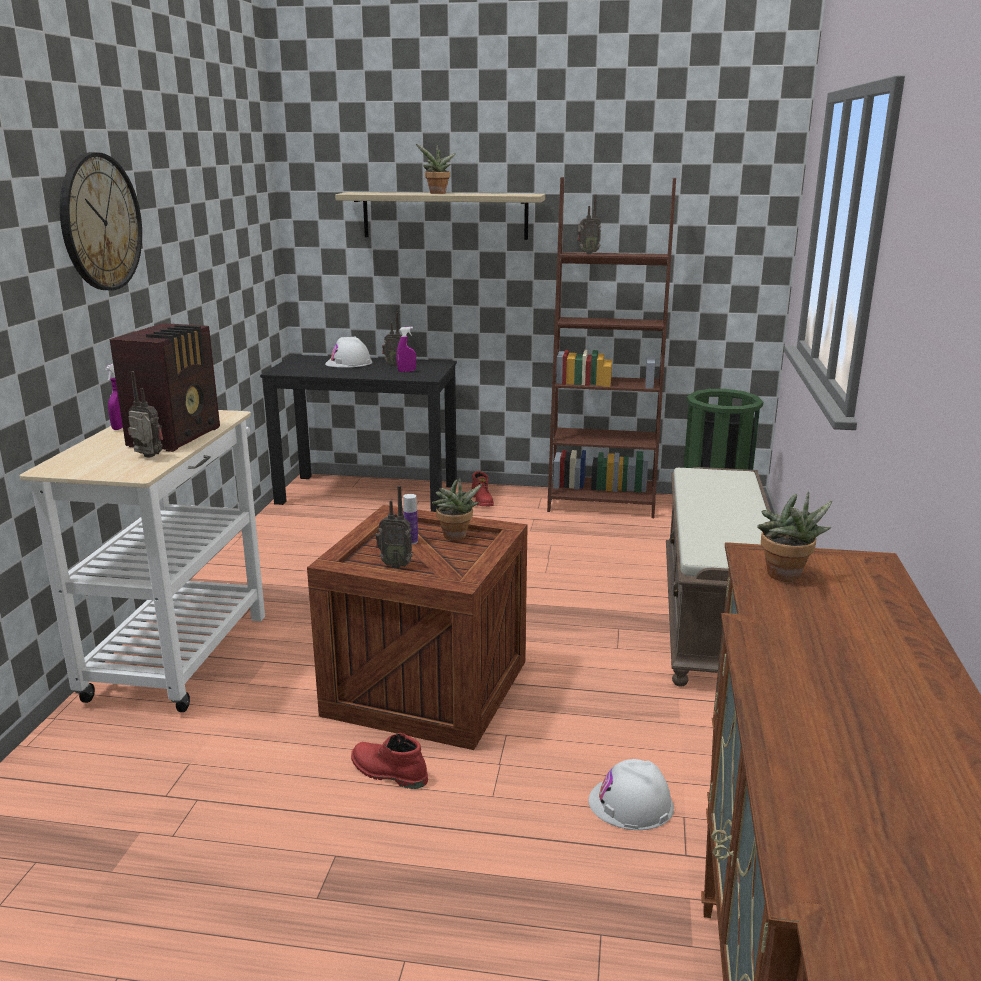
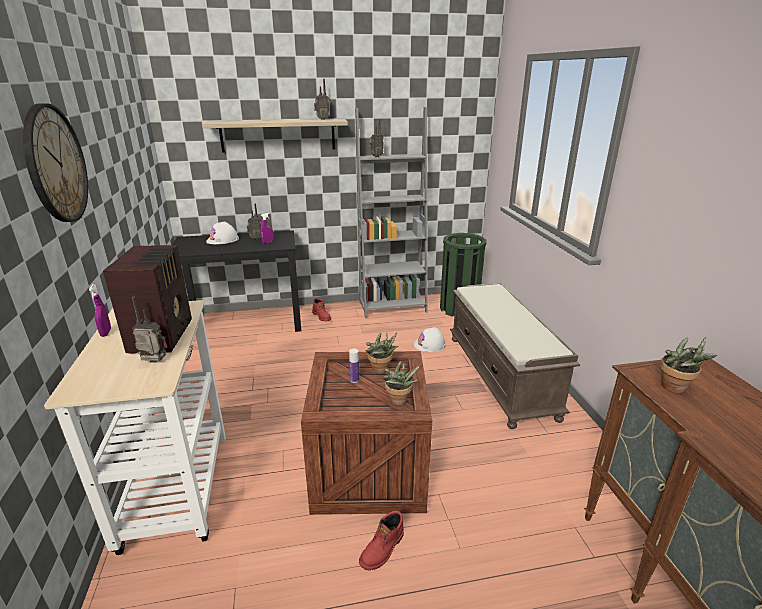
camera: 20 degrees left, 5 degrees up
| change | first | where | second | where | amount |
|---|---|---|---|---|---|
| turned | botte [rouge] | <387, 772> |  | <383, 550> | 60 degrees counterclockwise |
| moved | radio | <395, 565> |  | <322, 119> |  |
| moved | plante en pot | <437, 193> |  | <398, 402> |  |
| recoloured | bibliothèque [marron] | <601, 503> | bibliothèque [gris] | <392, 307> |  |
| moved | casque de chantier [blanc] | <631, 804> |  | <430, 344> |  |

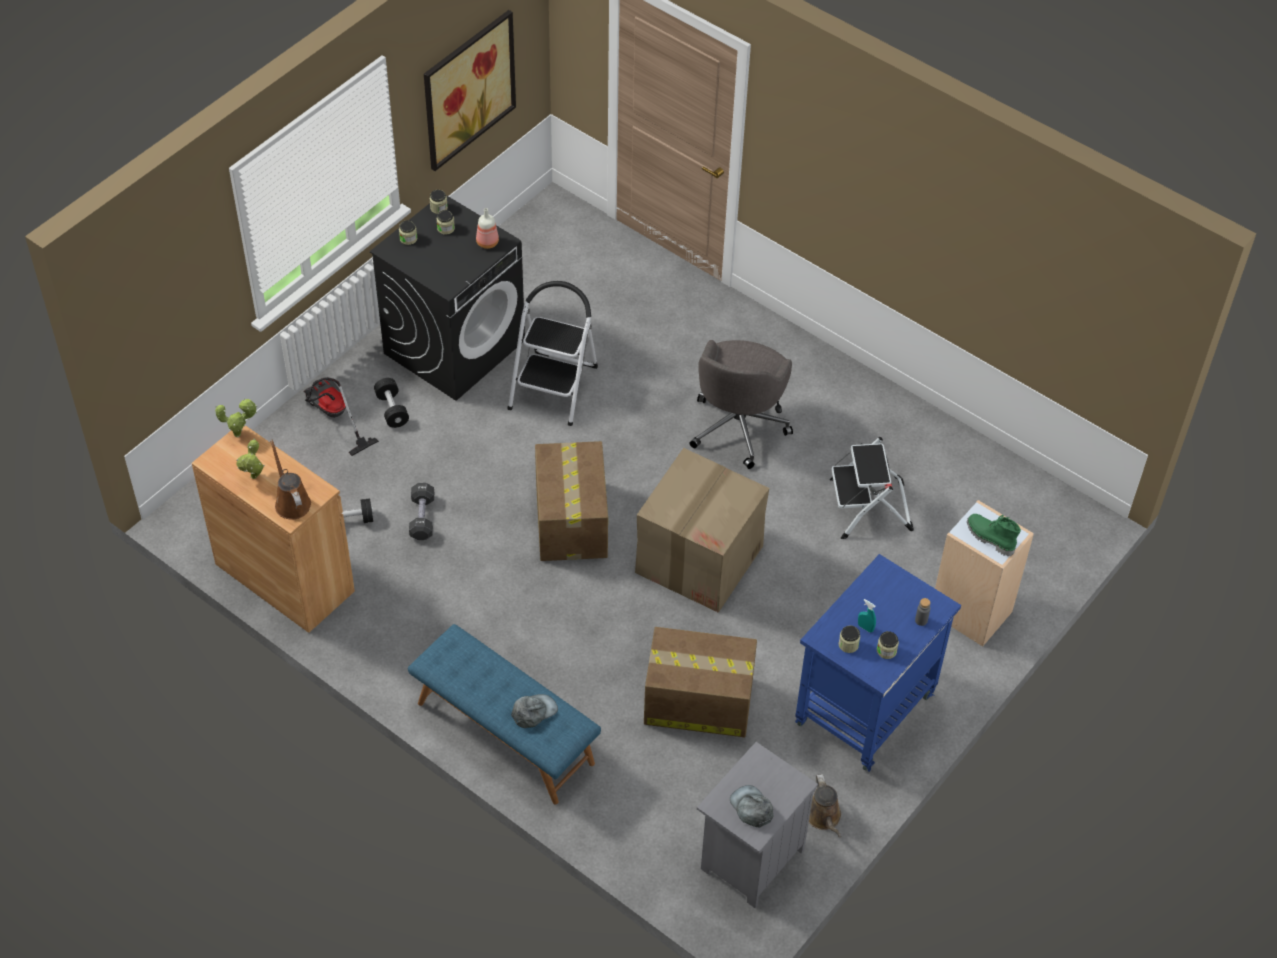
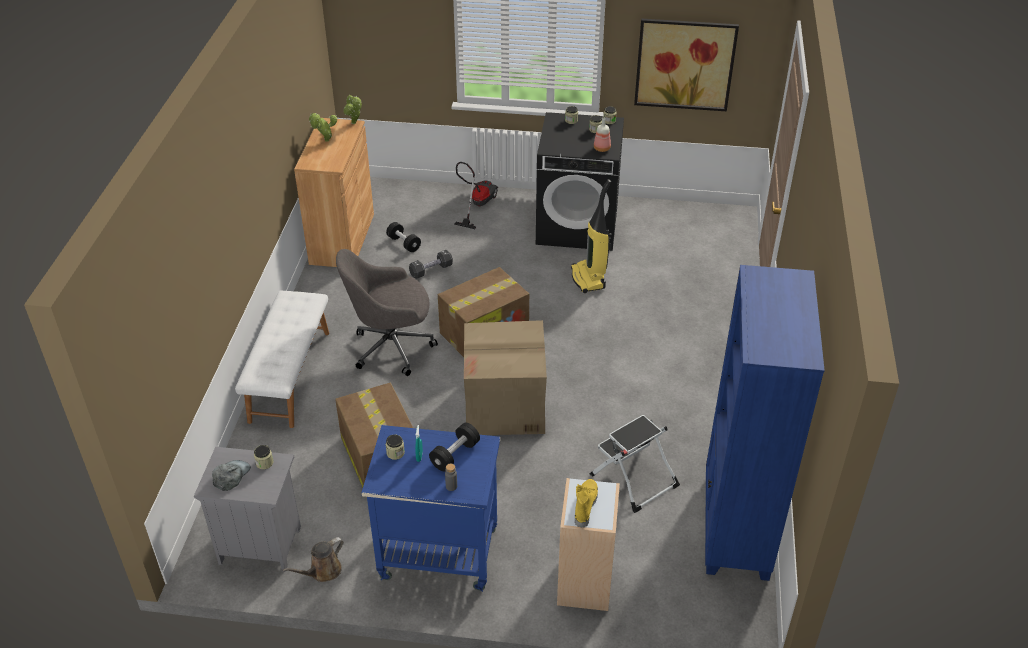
camera: 60 degrees right, 10 degrees down
| change | first | where | second | where | amount |
|---|---|---|---|---|---|
| removed | arrosoir [marron] | <291, 502> |  |  |  |
| moved | haltère [noir] | <392, 410> |  | <455, 454> |  |
| recoloured | banc [bleu] | <504, 733> | banc [blanc] | <289, 376> |  |
| replaced | escabeau | <555, 386> | aspirateur | <589, 278> |  |
| removed | casquette [gris] | <534, 711> |  |  |  |
| moved | chaise de bureau [gris] | <738, 429> |  | <391, 348> |  |
| moved | bocal | <886, 650> |  | <264, 463> |  |
| recoloured | botte [vert] | <989, 538> | botte [jaune] | <584, 506> |  |
| added |  |  | bibliothèque [bleu] | <735, 527> |  |

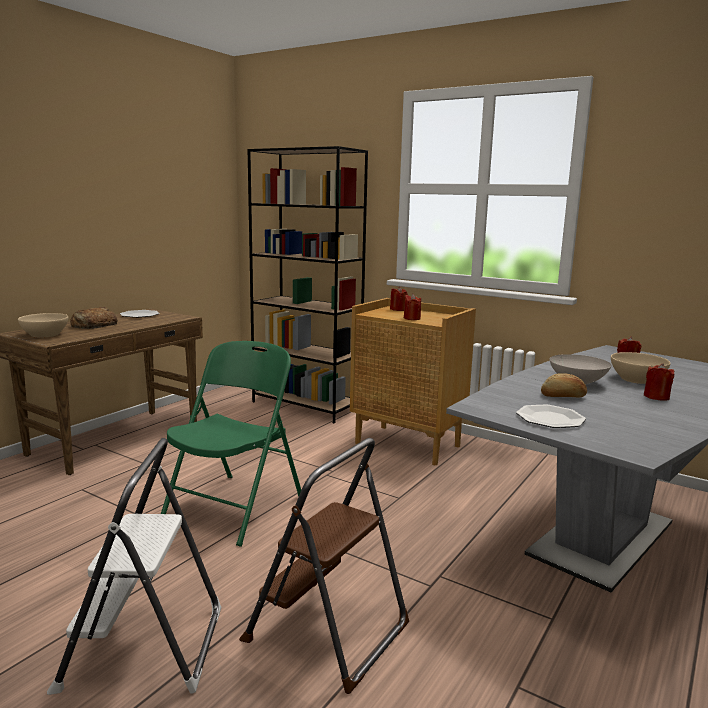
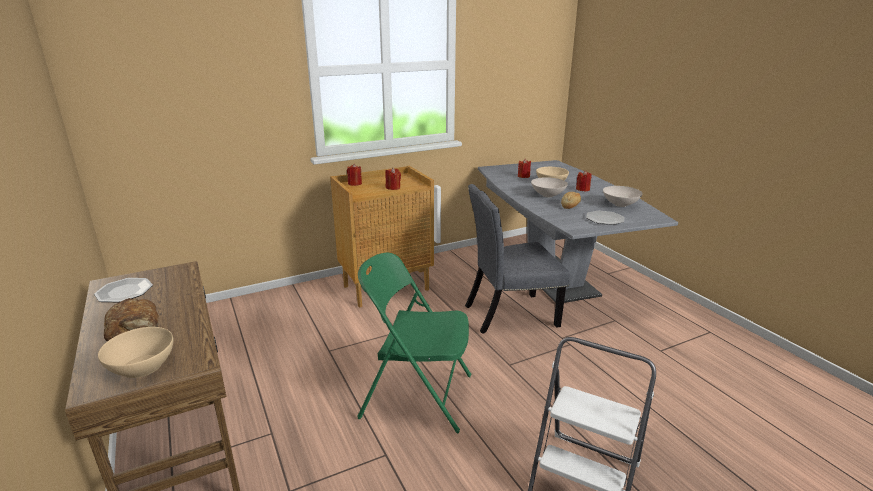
camera: 60 degrees left, 10 degrees up
| change | first | where | second | where | amount |
|---|---|---|---|---|---|
| turned | chaise [vert] | <234, 508> |  | <417, 395> | 45 degrees counterclockwise |
| removed | escabeau [marron] | <331, 634> |  |  |  |
| removed | bibliothèque [beige] | <306, 406> |  |  |  |
| added |  |  | chaise [gris] | <512, 314> |  |
| added |  |  | bol [blanc] | <620, 205> |  |

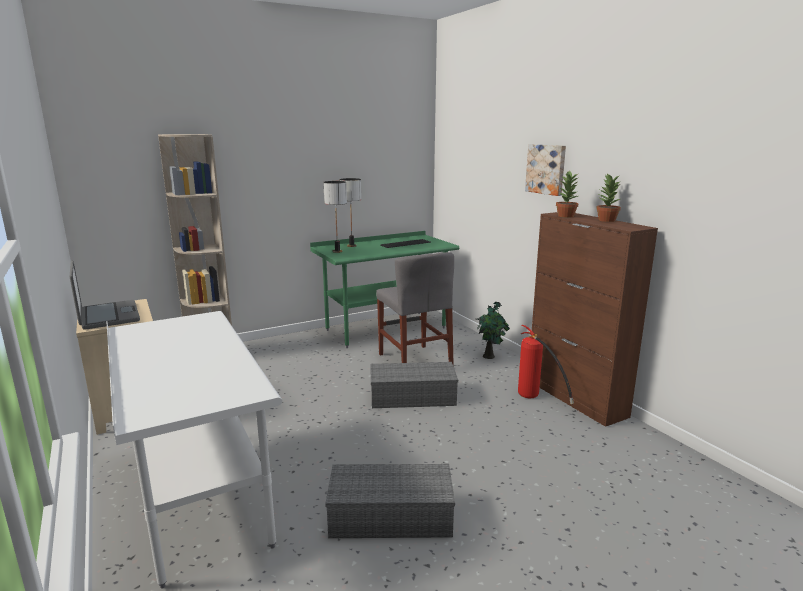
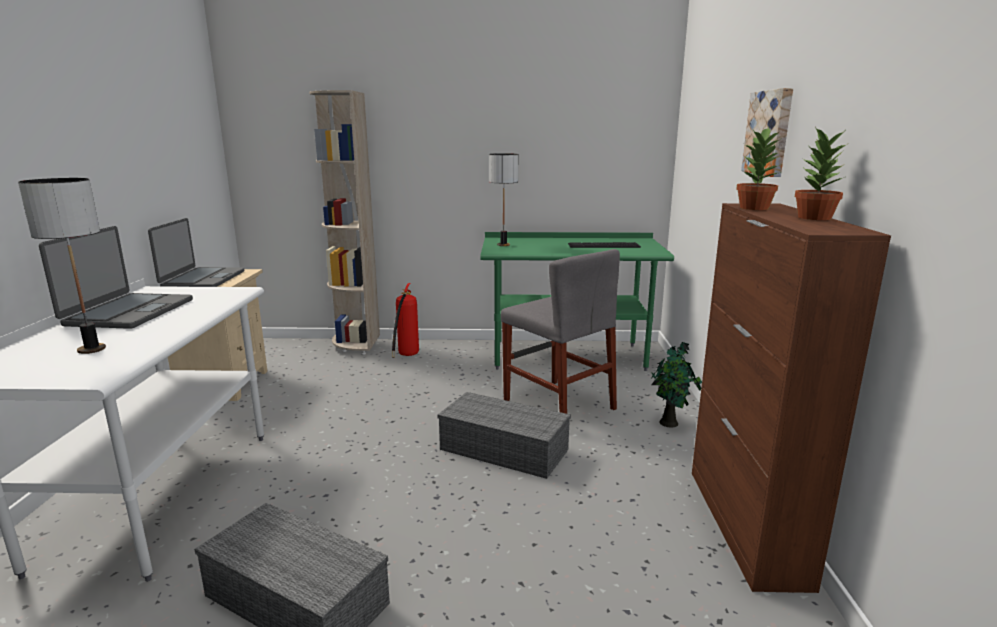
camera: 30 degrees right, 0 degrees up
| change | first | where | second | where | amount |
|---|---|---|---|---|---|
| moved | lampe de table | <352, 246> |  | <92, 349> |  |
| turned | chaise [gris] | <414, 361> |  | <558, 404> | 45 degrees counterclockwise |
| moved | extincteur | <535, 399> |  | <405, 357> |  |
| added |  |  | ordinateur portable | <129, 312> |  |

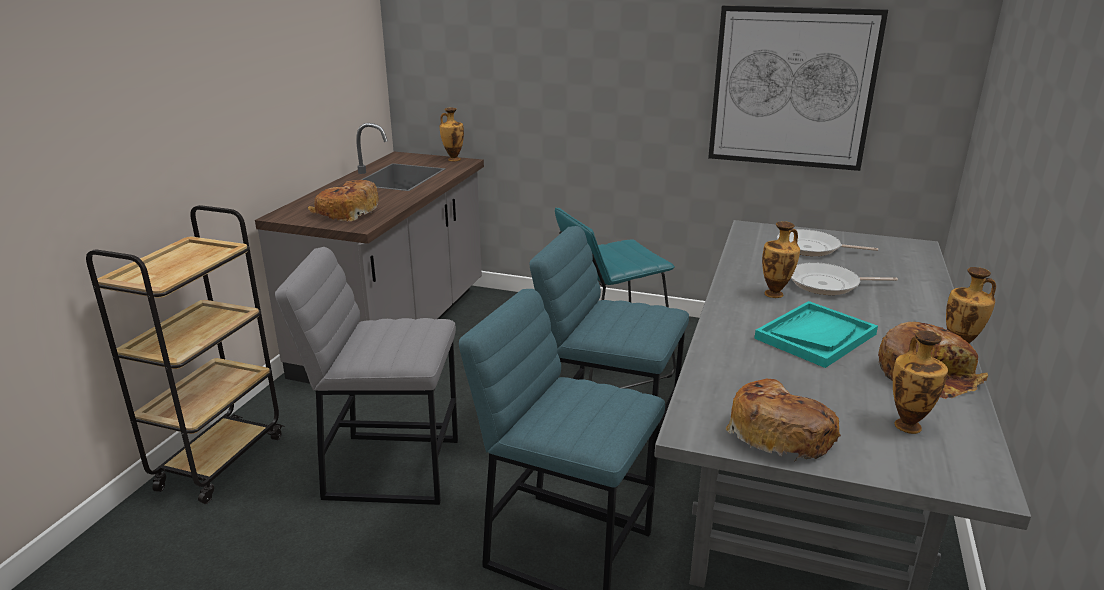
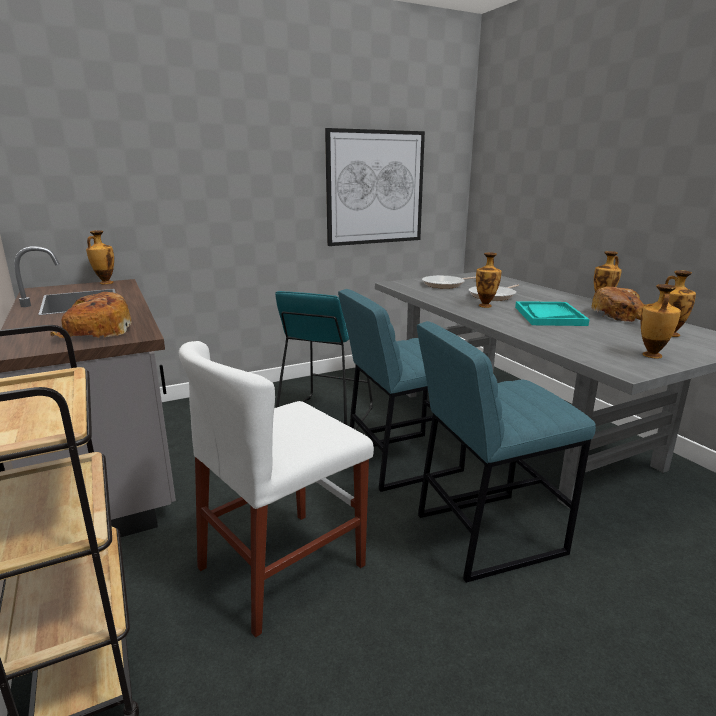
camera: 45 degrees left, 5 degrees down
| change | first | where | second | where | amount |
|---|---|---|---|---|---|
| replaced | tabouret [gris] | <389, 468> | chaise [blanc] | <282, 566> |  |
| replaced | pain | <779, 433> | vase | <651, 355> |  |

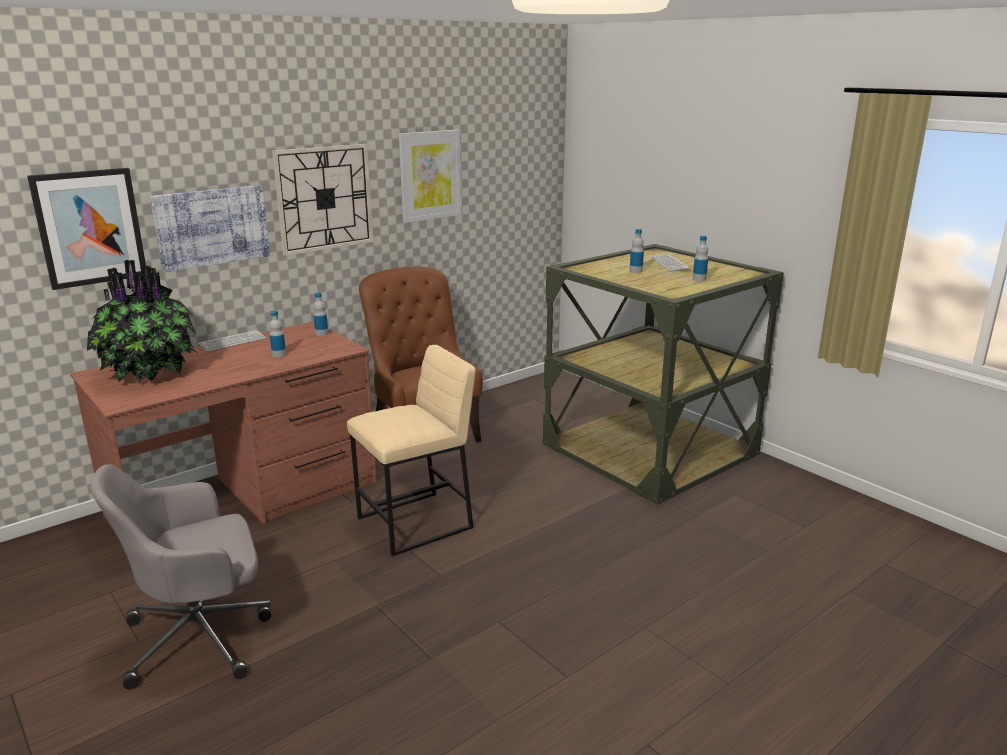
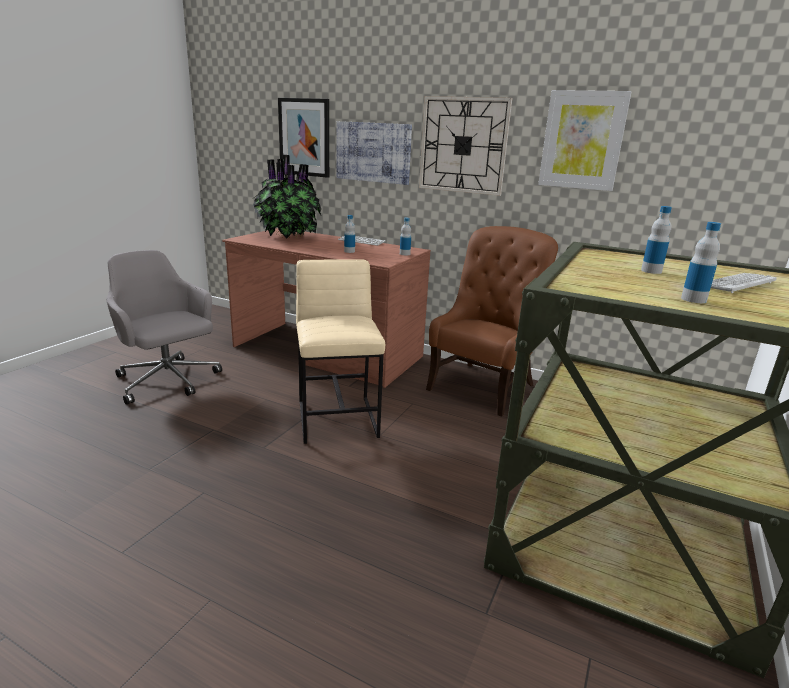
camera: 65 degrees right, 0 degrees up
| change | first | where | second | where | amount |
|---|---|---|---|---|---|
| turned | chaise [beige] | <416, 522> |  | <337, 418> | 135 degrees counterclockwise |

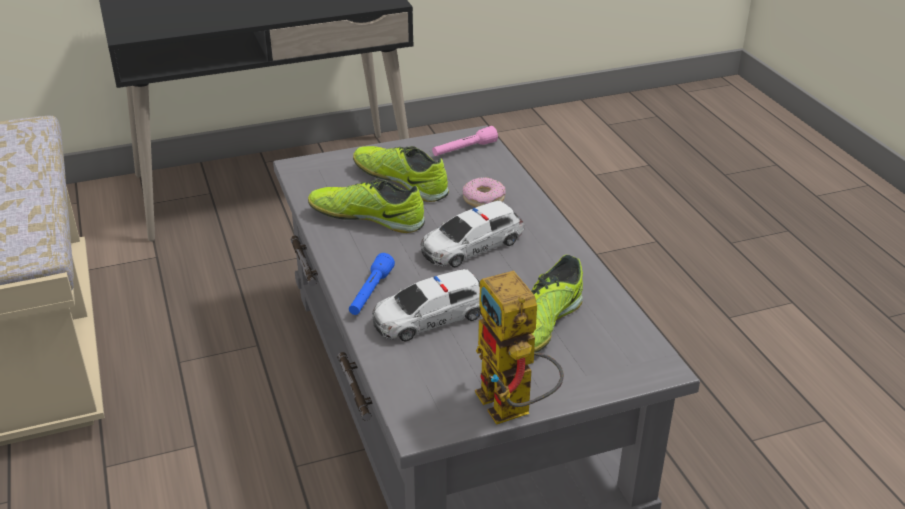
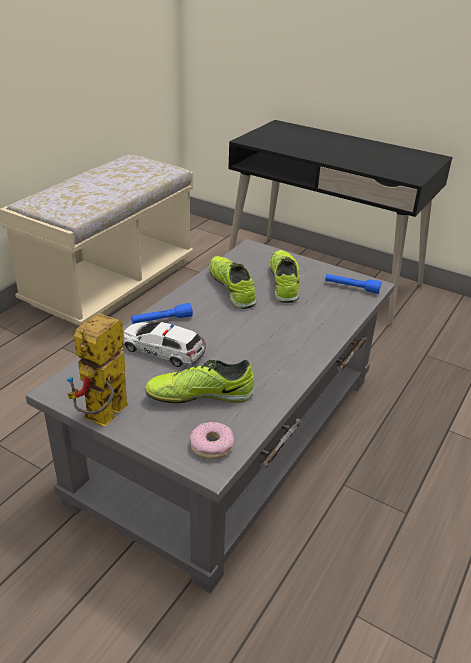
camera: 50 degrees right, 0 degrees up
| change | first | where | second | where | amount |
|---|---|---|---|---|---|
| removed | petite voiture | <471, 245> |  |  |  |
| recoloured | lampe de poche [rose] | <464, 149> | lampe de poche [bleu] | <351, 287> |  |
| moved | beignet | <483, 199> |  | <212, 445> |  |

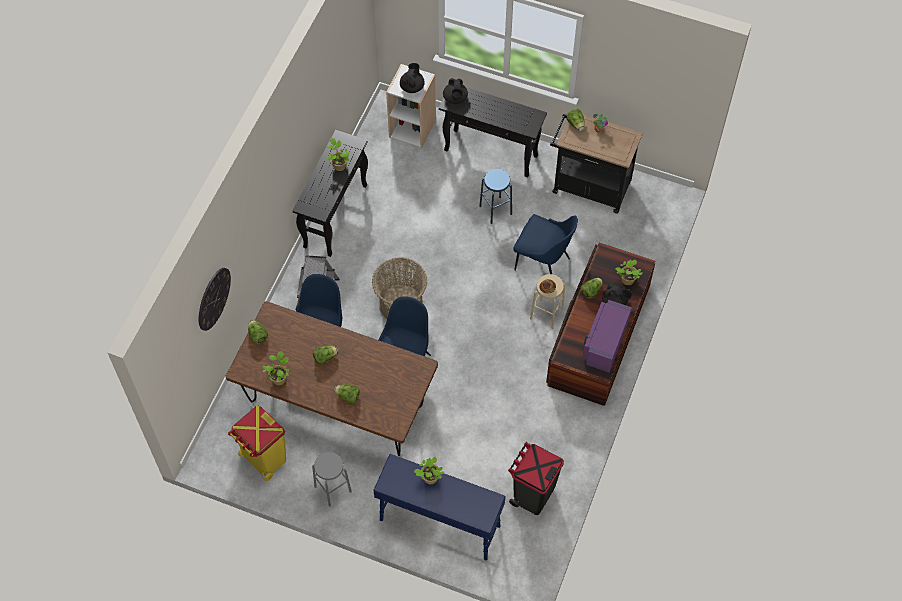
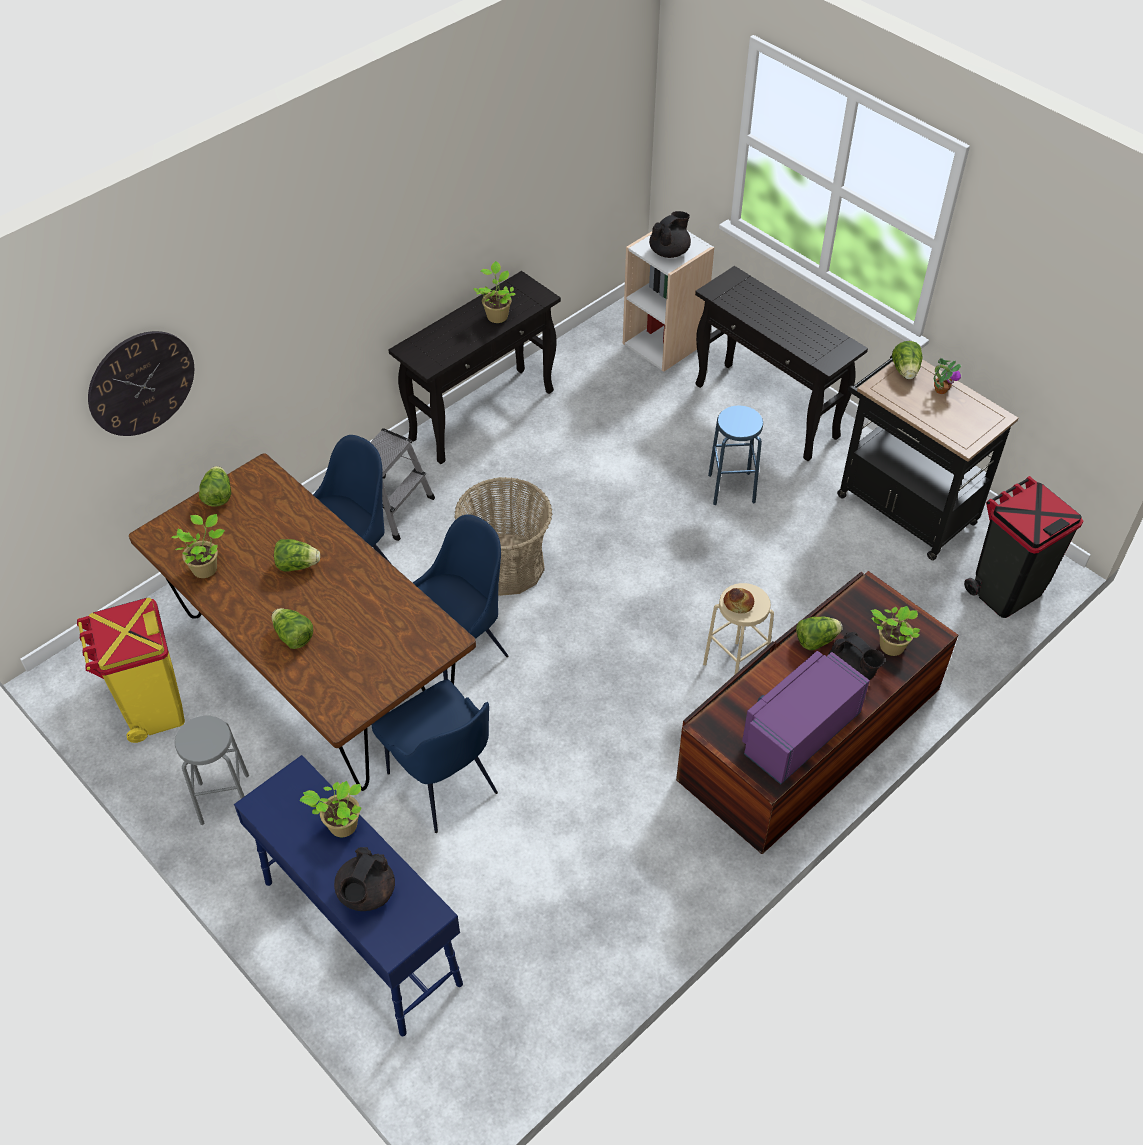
camera: 25 degrees right, 10 degrees down
| change | first | where | second | where | amount |
|---|---|---|---|---|---|
| moved | théière [noir] | <455, 99> |  | <366, 893> |  |
| moved | poubelle [noir] | <533, 495> |  | <1005, 590> |  |
| moved | chaise [bleu] | <542, 264> |  | <443, 783> |  |

